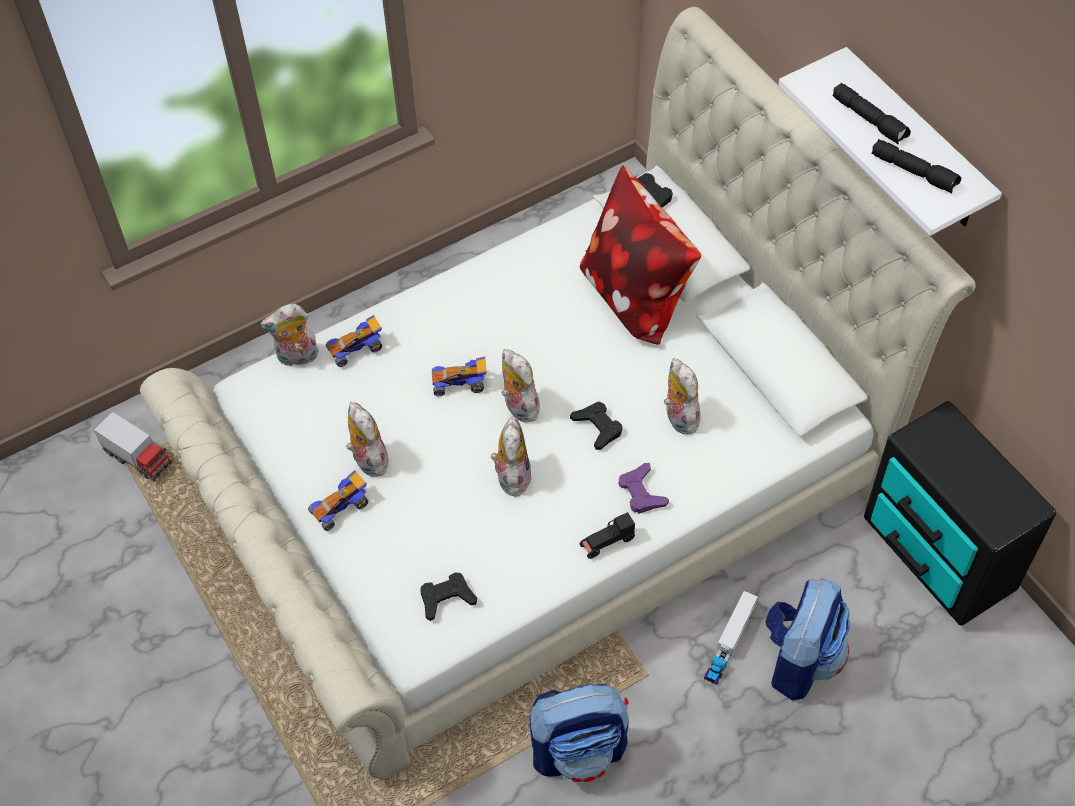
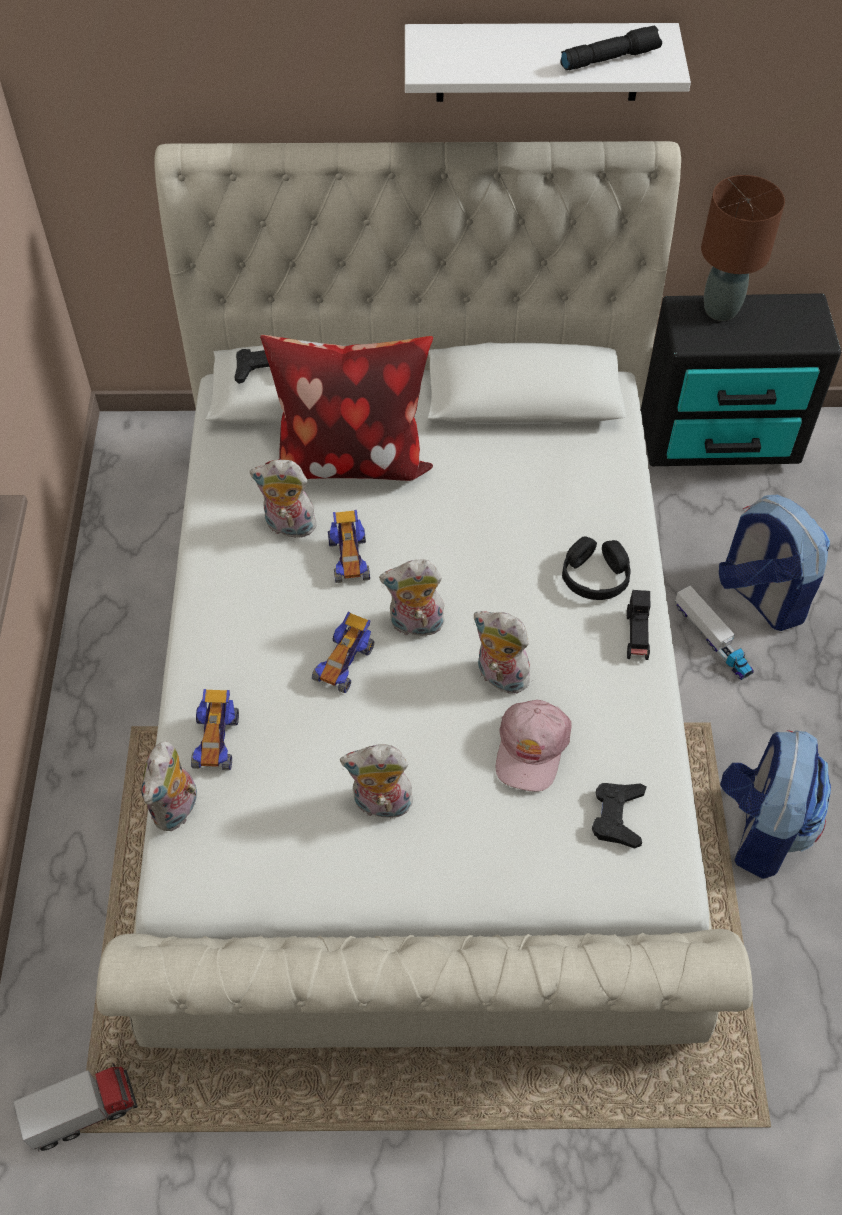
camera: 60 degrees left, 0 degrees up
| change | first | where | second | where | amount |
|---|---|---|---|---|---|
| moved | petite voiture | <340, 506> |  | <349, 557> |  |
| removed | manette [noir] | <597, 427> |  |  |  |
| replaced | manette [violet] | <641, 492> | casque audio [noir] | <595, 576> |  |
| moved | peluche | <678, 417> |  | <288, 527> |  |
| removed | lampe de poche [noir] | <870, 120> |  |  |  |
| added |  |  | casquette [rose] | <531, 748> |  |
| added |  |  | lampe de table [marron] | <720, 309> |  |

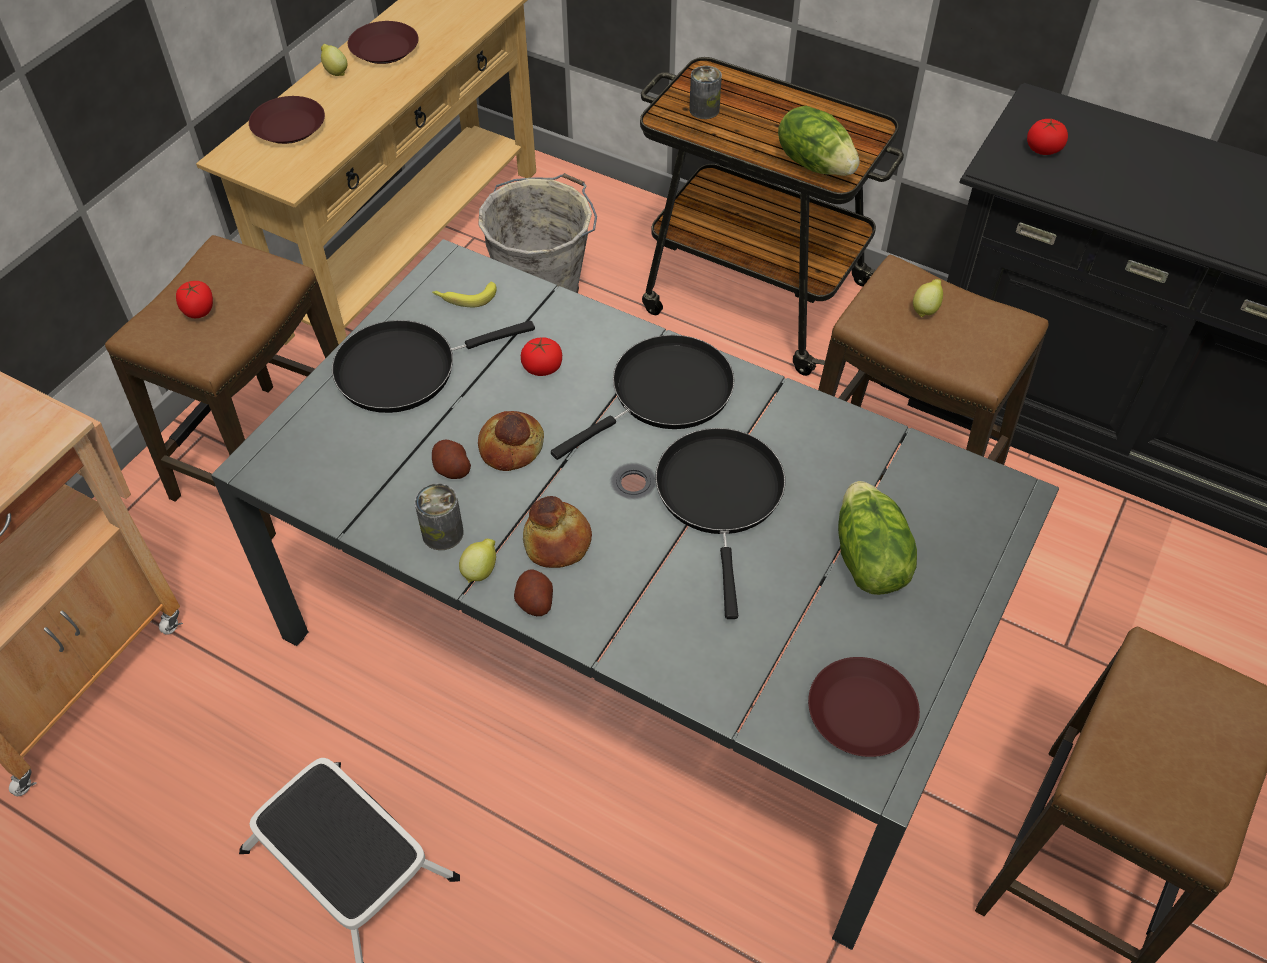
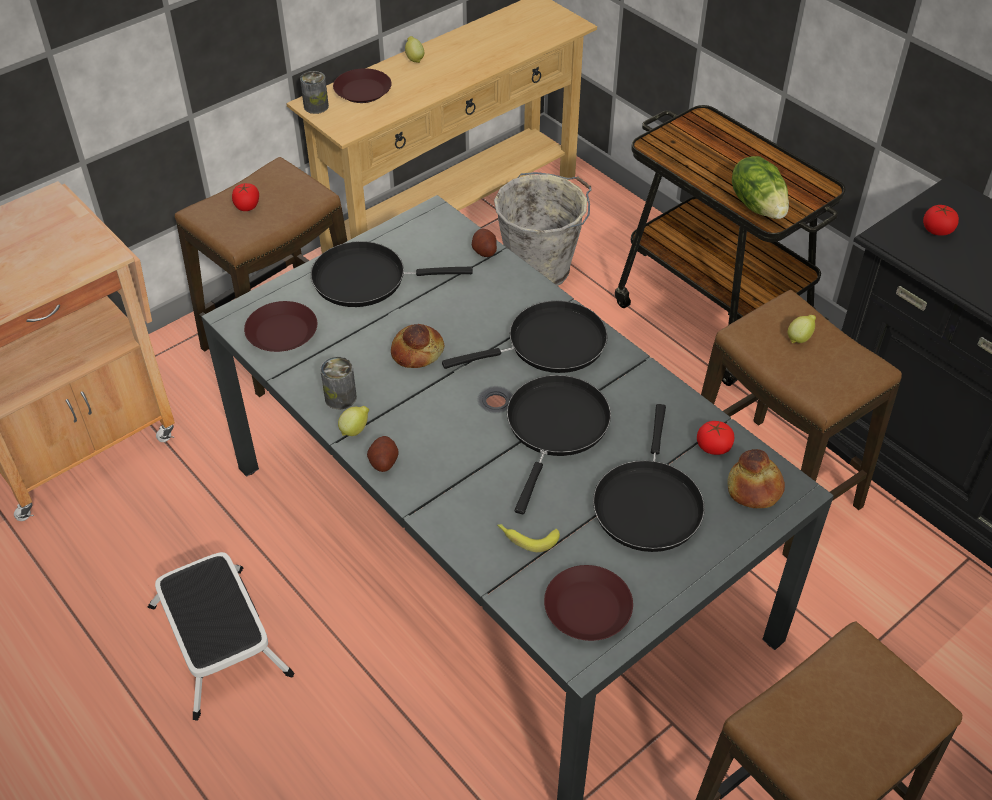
camera: 20 degrees right, 5 degrees down
| change | first | where | second | where | amount |
|---|---|---|---|---|---|
| moved | assiette [marron] | <384, 49> |  | <281, 333> |  |
| moved | banane | <464, 297> |  | <526, 537> |  |
| moved | pomme de terre | <452, 469> |  | <484, 251> |  |
| moved | tomate | <542, 368> |  | <713, 447> |  |
| moved | pain | <558, 542> |  | <755, 488> |  |
| moved | boîte métallique | <704, 109> |  | <316, 106> |  |
| replaced | laitue | <867, 559> | poêle [noir] | <648, 503> |  |

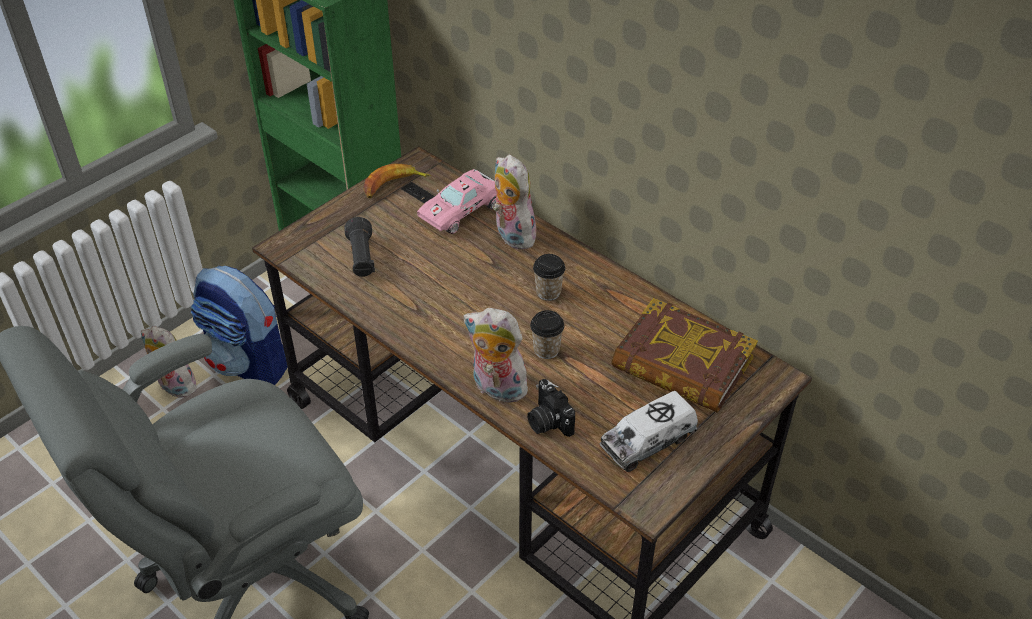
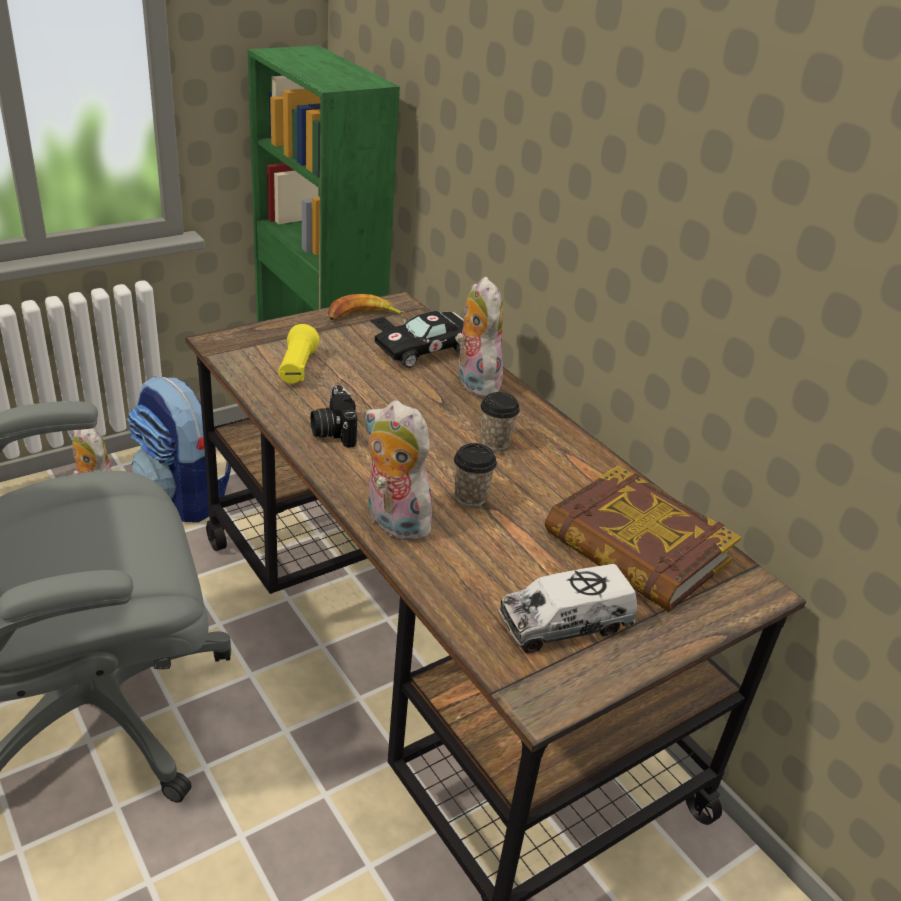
camera: 10 degrees right, 10 degrees down
| change | first | where | second | where | amount |
|---|---|---|---|---|---|
| recoloured | lampe de poche [noir] | <361, 258> | lampe de poche [jaune] | <297, 369> |  |
| recoloured | petite voiture [rose] | <462, 209> | petite voiture [noir] | <428, 350> |  |
| moved | appareil photo | <547, 421> |  | <333, 431> |  |

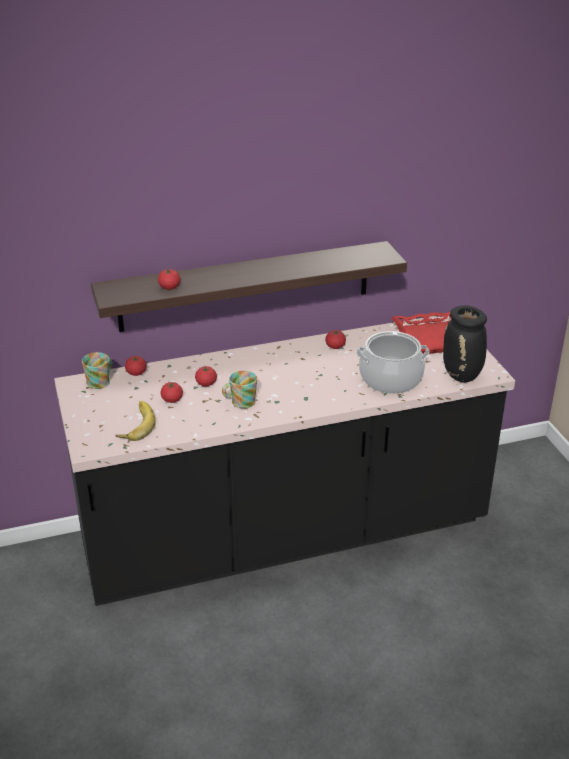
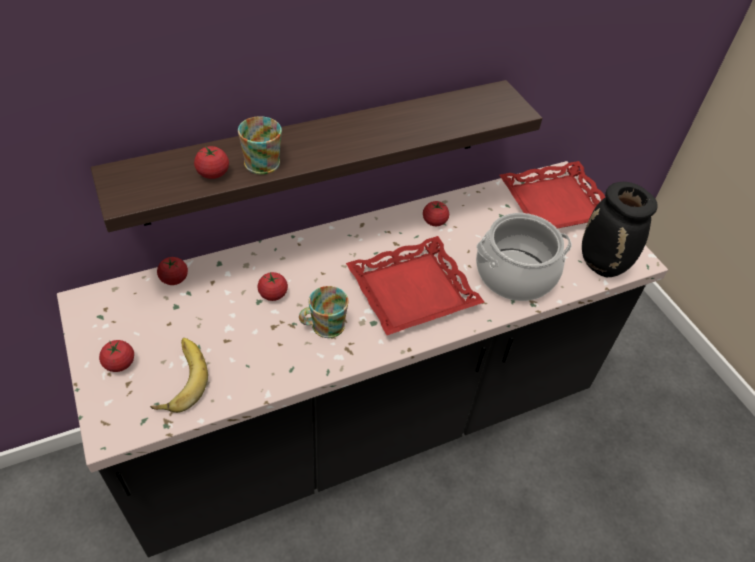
camera: 10 degrees left, 15 degrees up
| change | first | where | second | where | amount |
|---|---|---|---|---|---|
| moved | mug | <101, 381> |  | <266, 160> |  |
| moved | tomate | <172, 400> |  | <120, 363> |  |
| added |  |  | plateau [rouge] | <412, 290> |  |

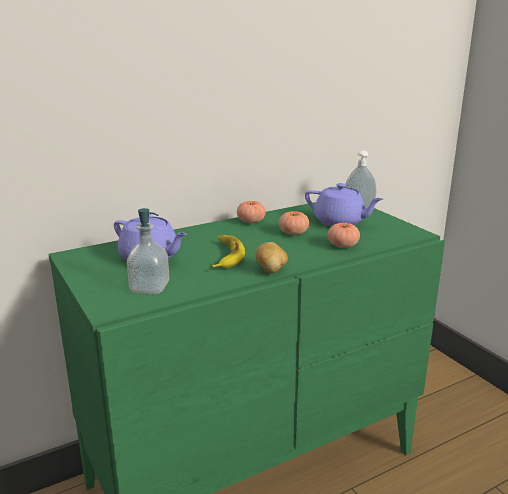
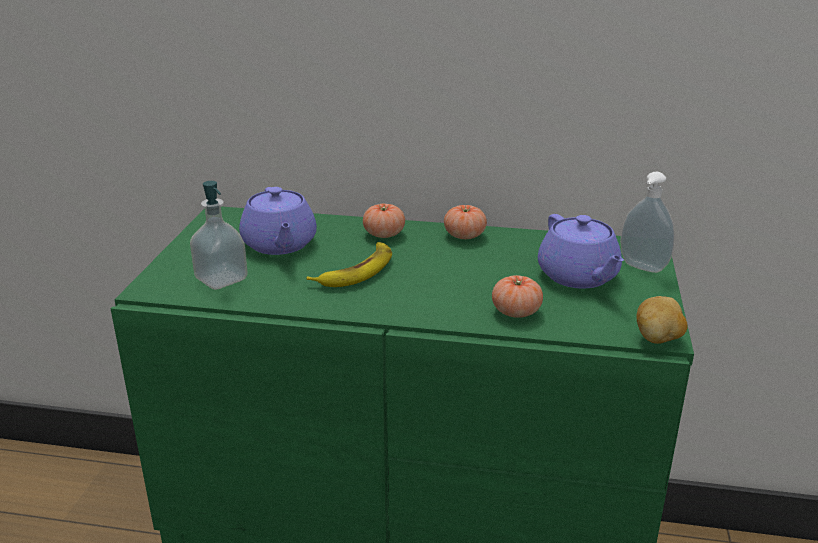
camera: 40 degrees right, 5 degrees up
| change | first | where | second | where | amount |
|---|---|---|---|---|---|
| moved | pomme de terre | <271, 270> |  | <658, 339> |  |
| moved | tomate | <293, 233> |  | <384, 234> |  |

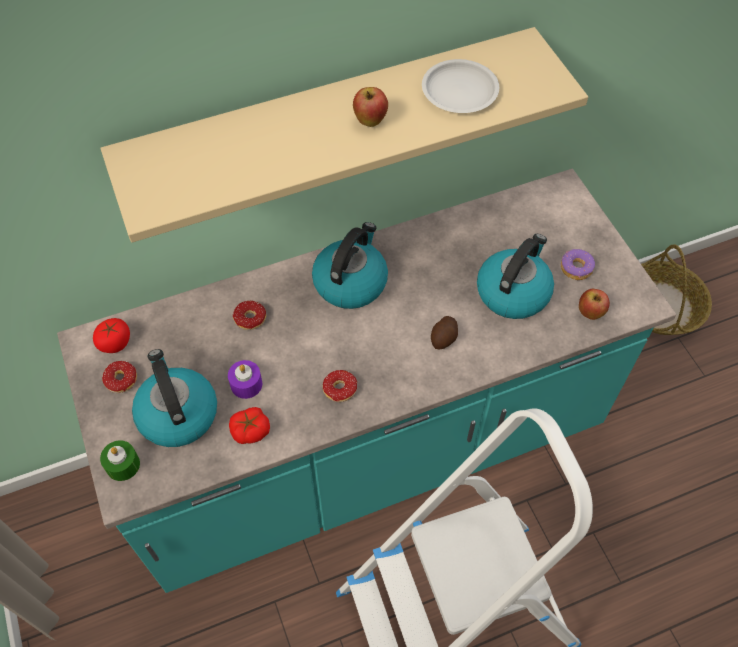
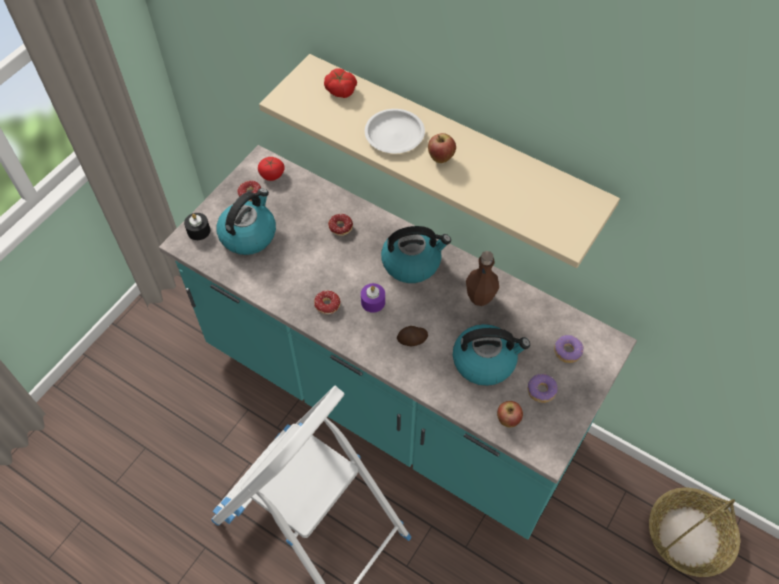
camera: 55 degrees right, 0 degrees up
| change | first | where | second | where | amount |
|---|---|---|---|---|---|
| recoloured | bougie [vert] | <123, 465> | bougie [noir] | <198, 231> |  |
| moved | bougie [violet] | <246, 384> |  | <373, 302> |  |
| moved | tomate | <251, 431> |  | <340, 90> |  |
| moved | assiette [blanc] | <460, 91> |  | <395, 135> |  |
| added |  |  | bouteille [marron] | <480, 297> |  |
| added |  |  | beignet | <567, 351> |  |

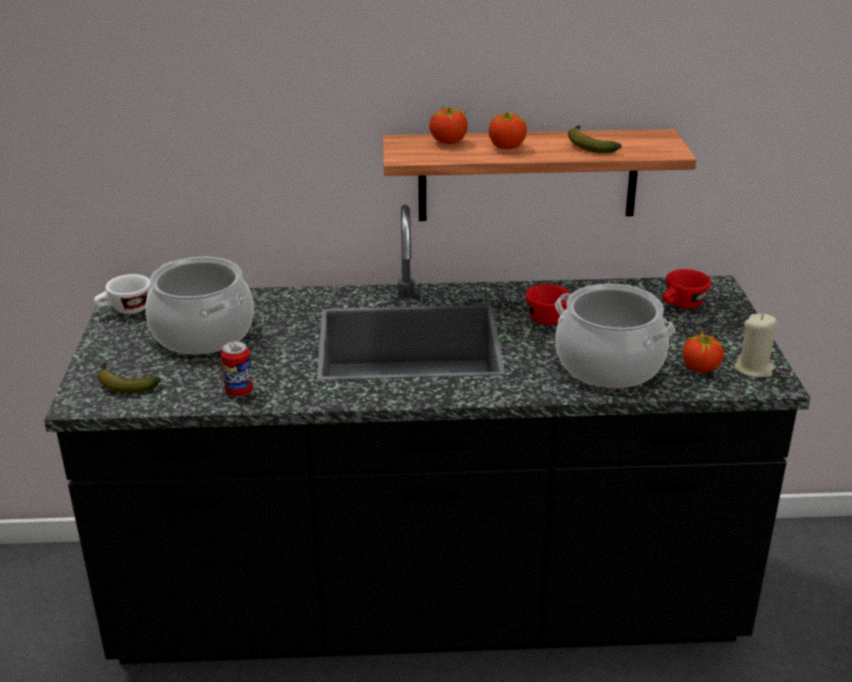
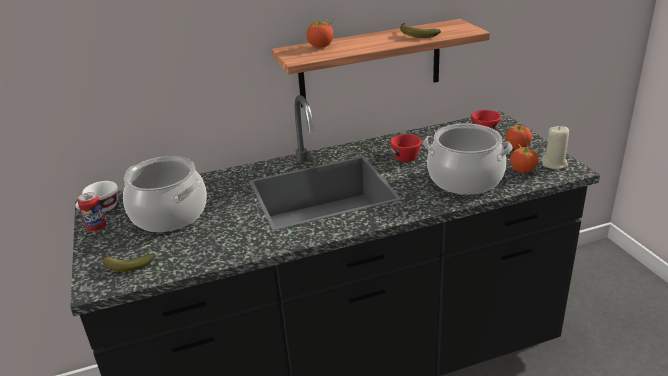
camera: 15 degrees left, 0 degrees up
| change | first | where | second | where | amount |
|---|---|---|---|---|---|
| moved | boîte métallique | <239, 391> |  | <96, 227> |  |
| moved | tomate | <507, 147> |  | <518, 147> |  |

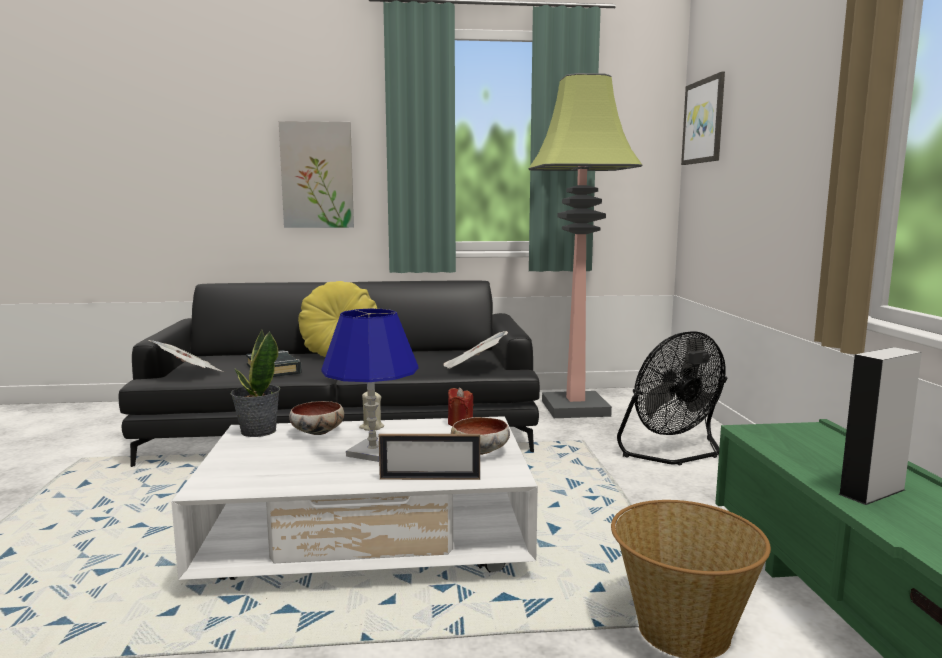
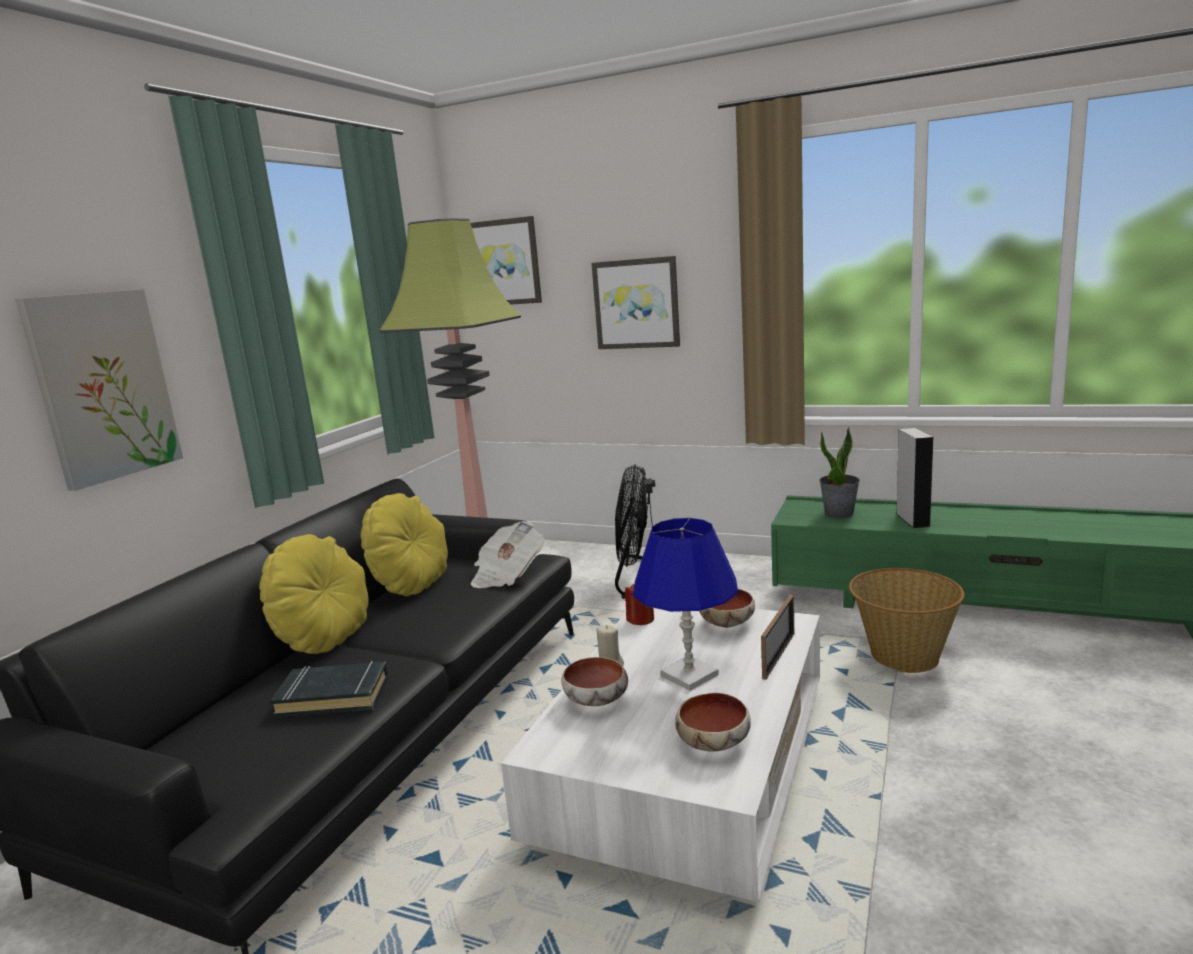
camera: 60 degrees left, 5 degrees up
| change | first | where | second | where | amount |
|---|---|---|---|---|---|
| removed | journal | <189, 374> |  |  |  |
| moved | plante en pot | <258, 431> |  | <839, 513> |  |
| added |  |  | coussin [jaune] | <412, 587> |  |
| added |  |  | tableau | <636, 304> |  |
| added |  |  | bol | <713, 742> |  |

